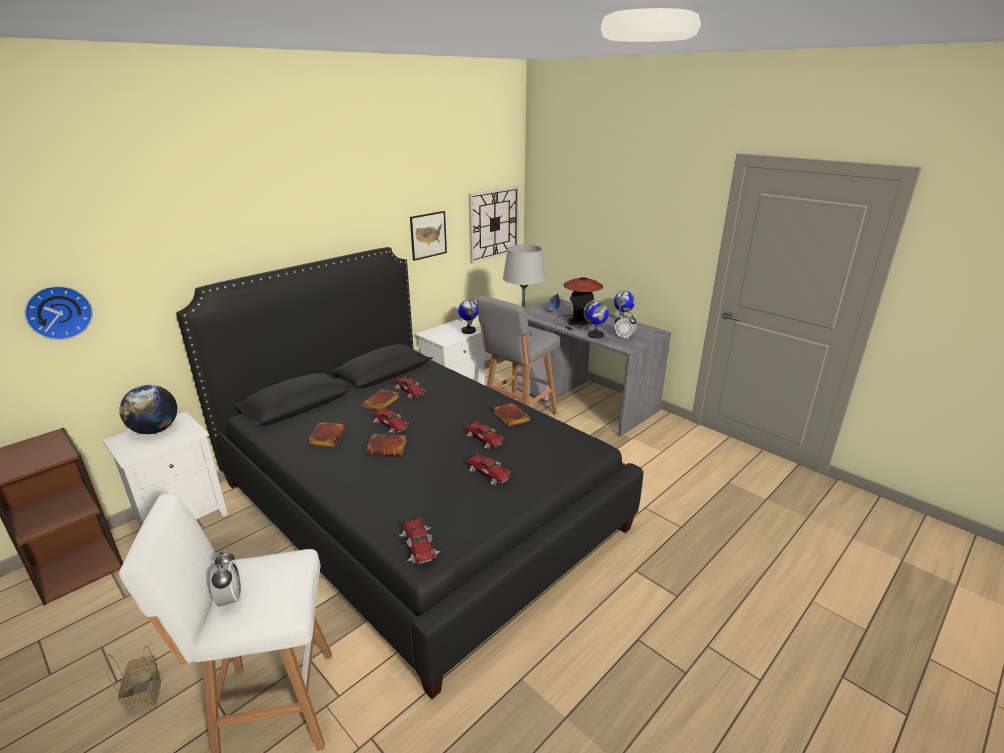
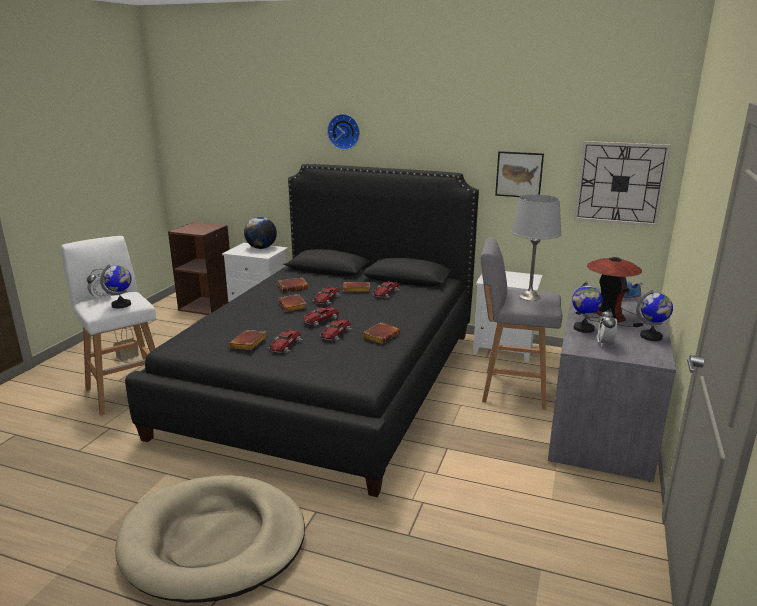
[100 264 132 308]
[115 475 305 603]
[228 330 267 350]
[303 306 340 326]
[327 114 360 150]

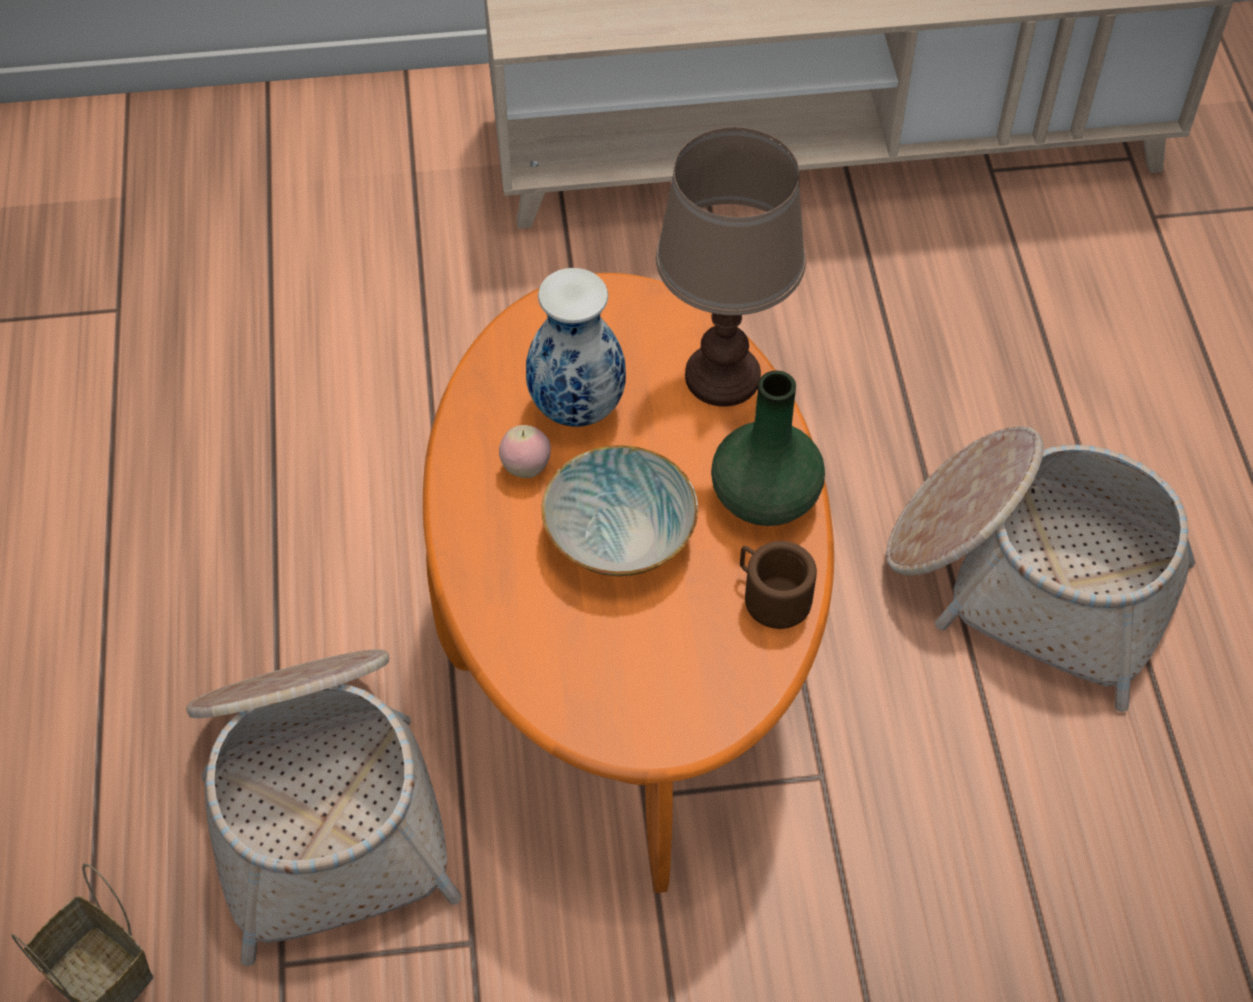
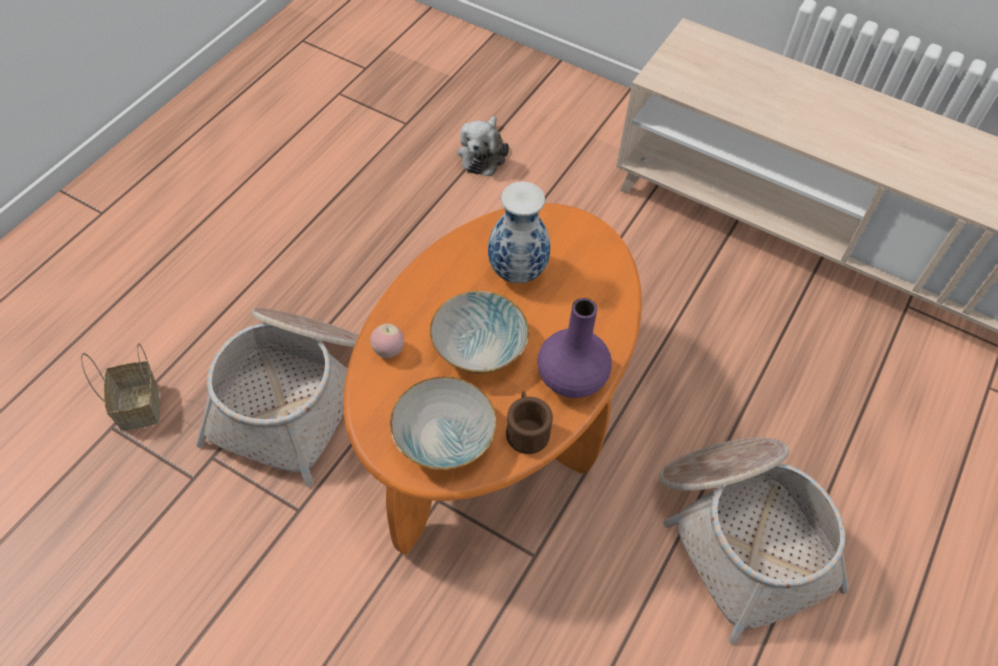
[370 323 404 358]
[390 376 497 470]
[458 116 509 176]
[537 298 612 398]
[656 127 806 407] (first image)

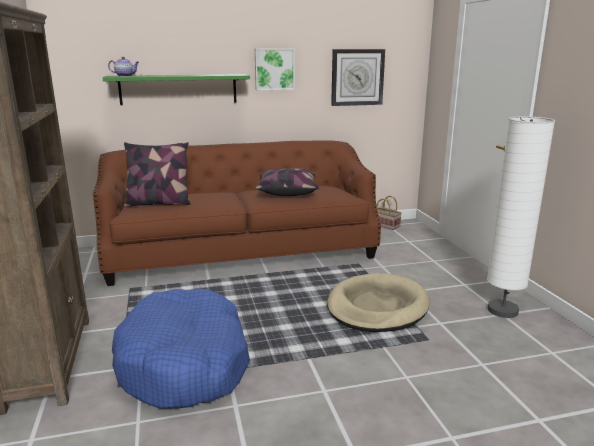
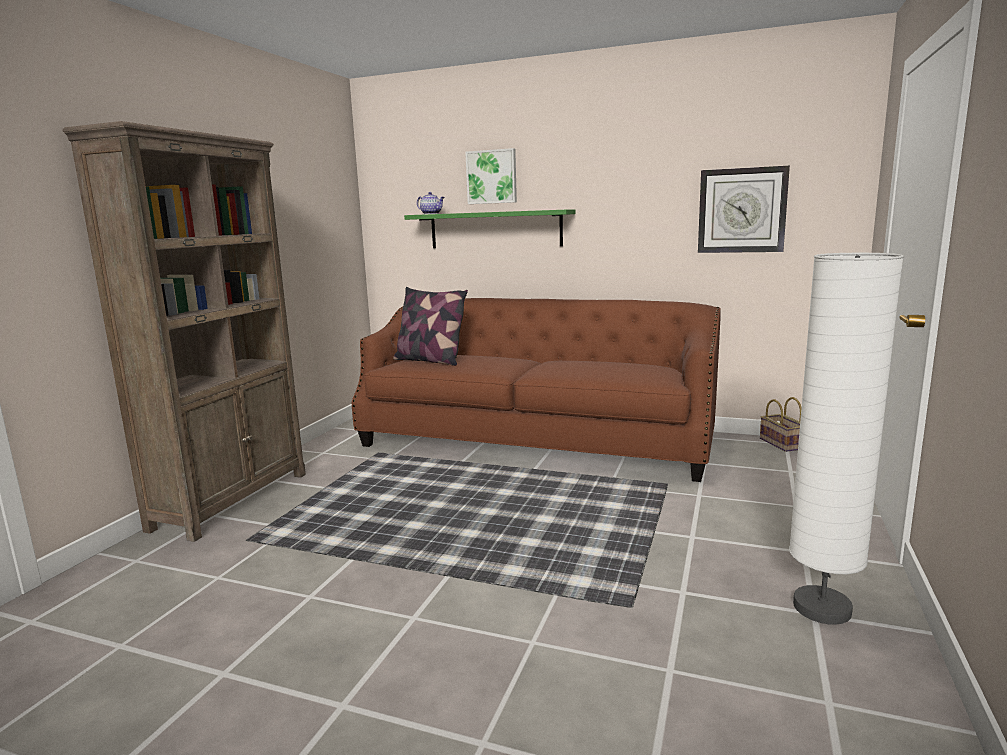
[465 148 517 204]
[112 288 250 409] (first image)
[255 168 319 196] (first image)
[327 273 430 332] (first image)

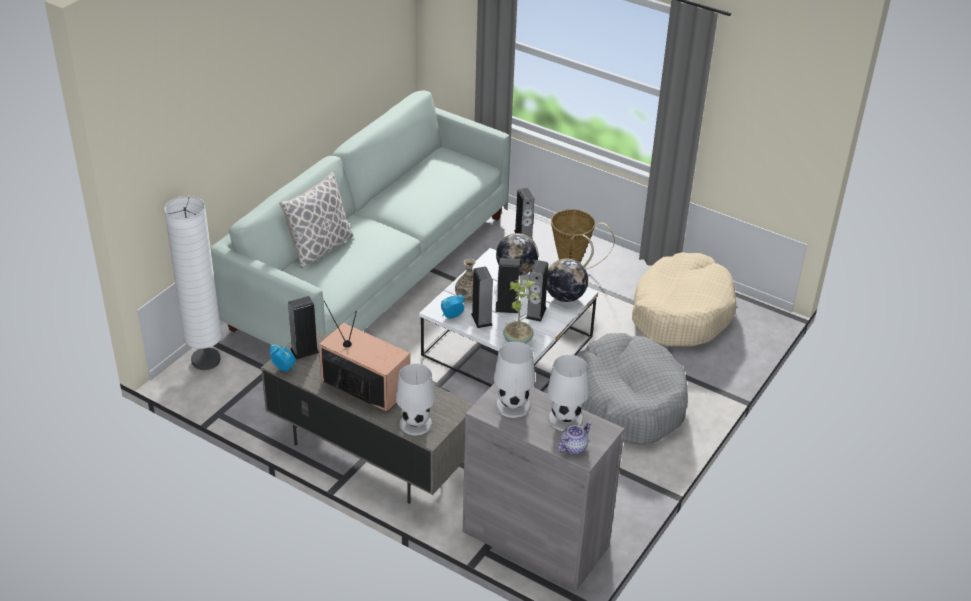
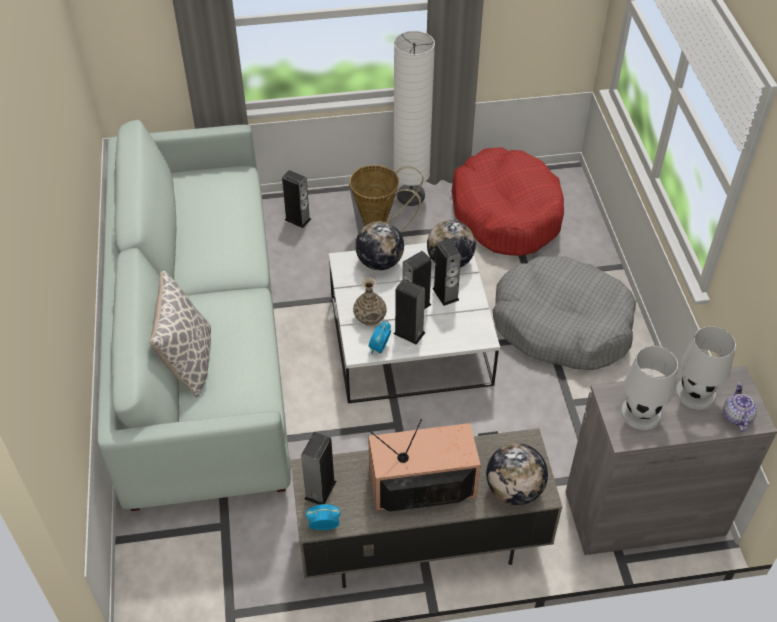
[394 31 435 206]
[452 147 564 256]
[486 443 548 505]
[503 280 540 344] (first image)

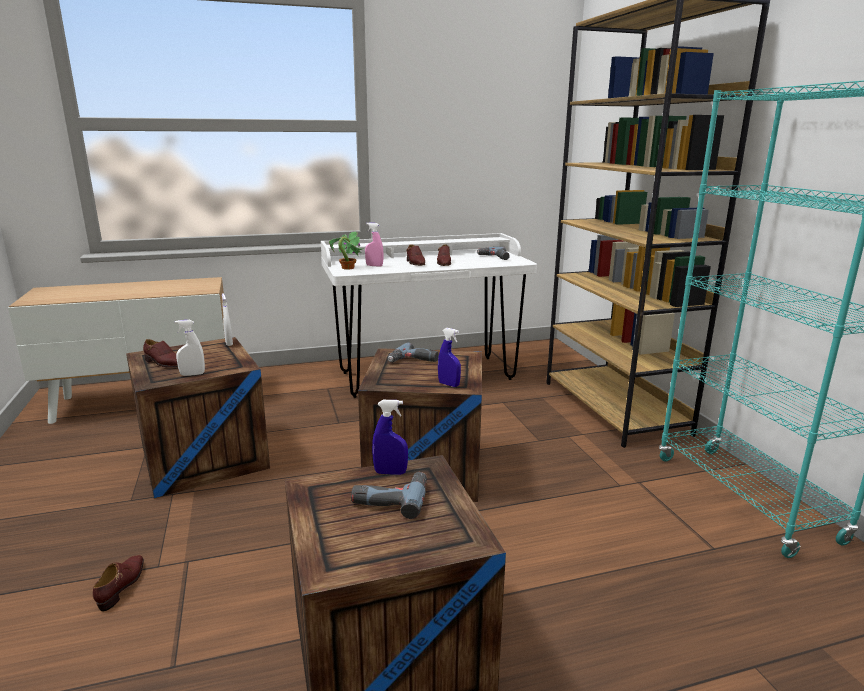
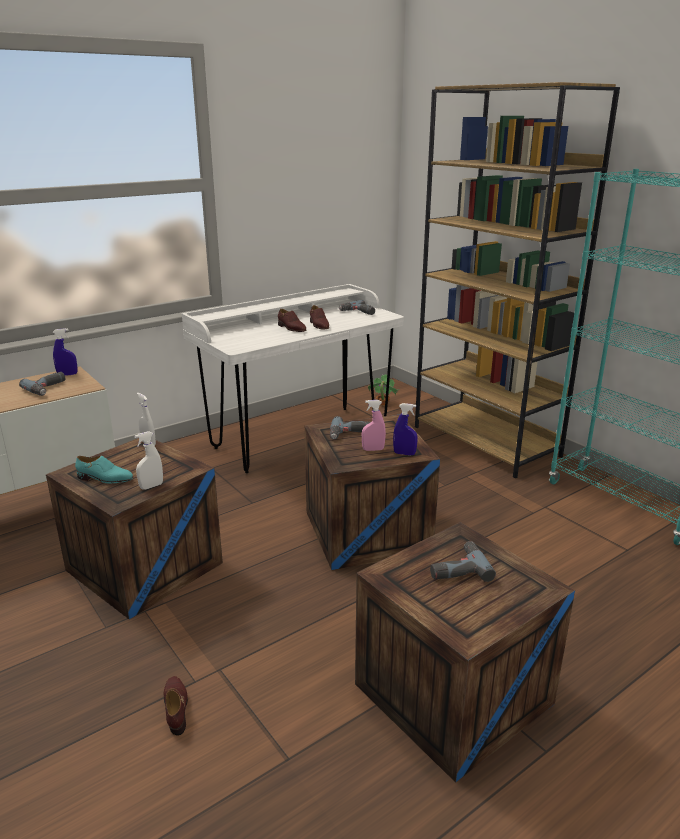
[19 372 65 396]
[53 328 77 376]
[75 455 133 484]
[362 400 386 451]
[368 374 399 406]

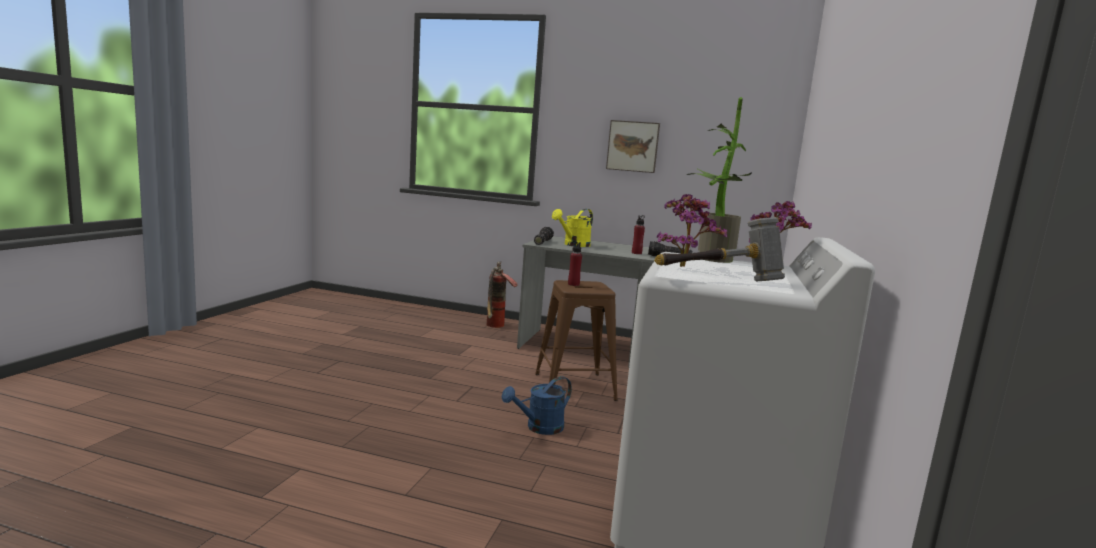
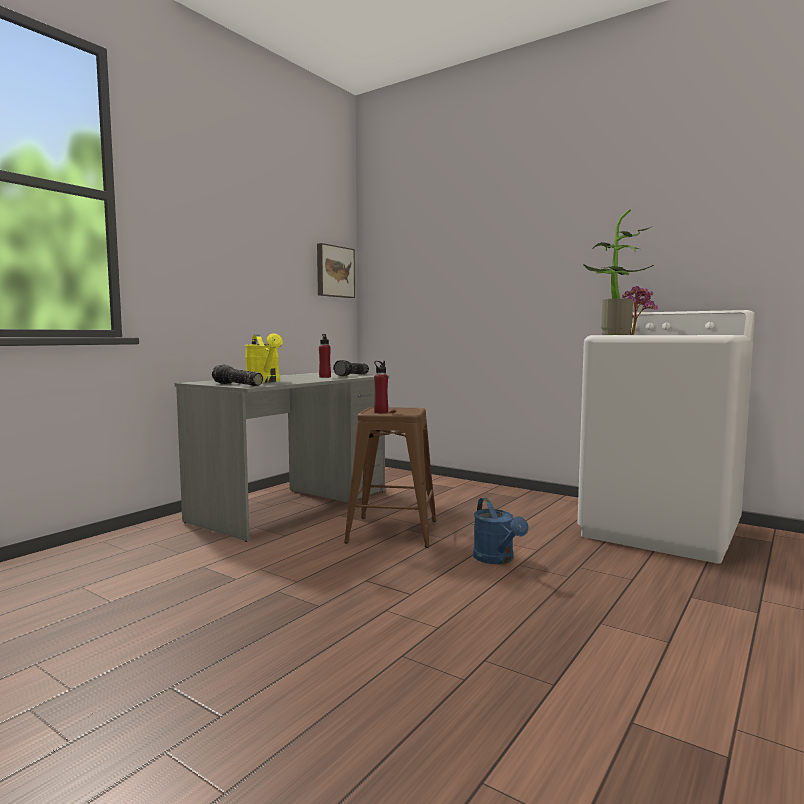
[317 243 355 298]
[487 261 518 328] (first image)
[654 217 785 281] (first image)
[656 194 727 267] (first image)

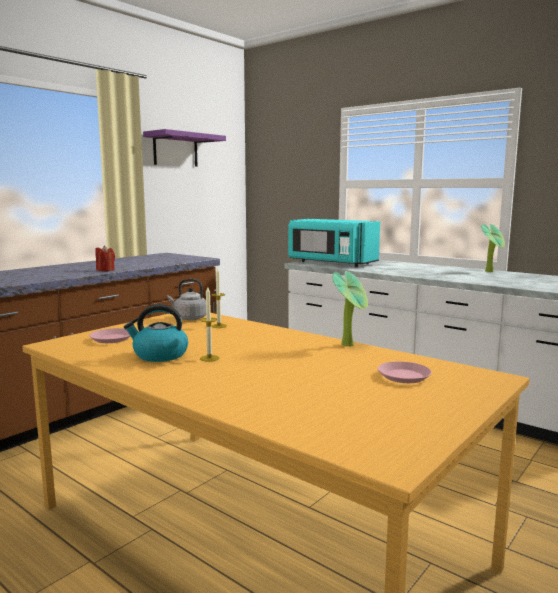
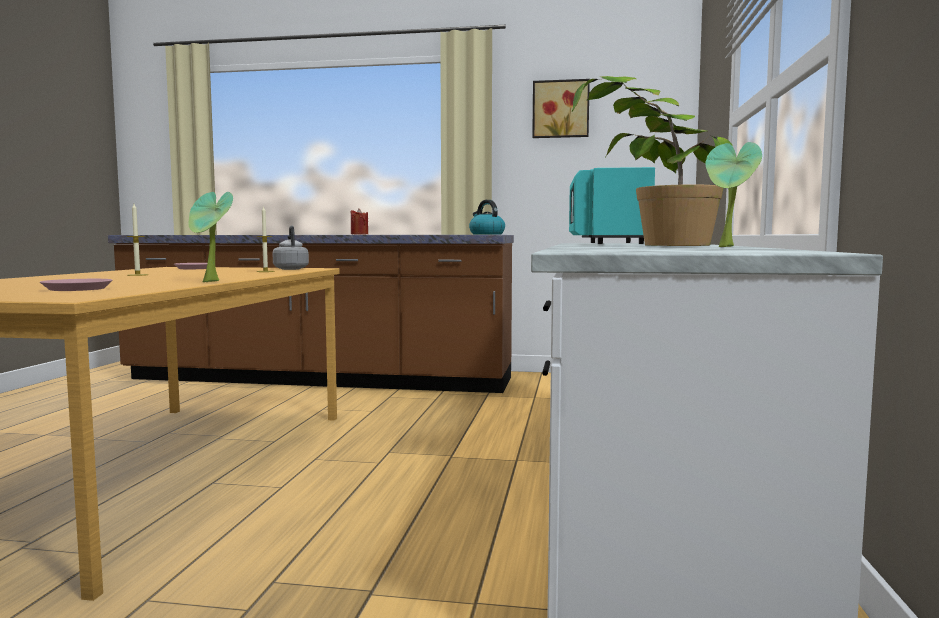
[469 200 505 235]
[532 79 590 138]
[572 76 733 246]

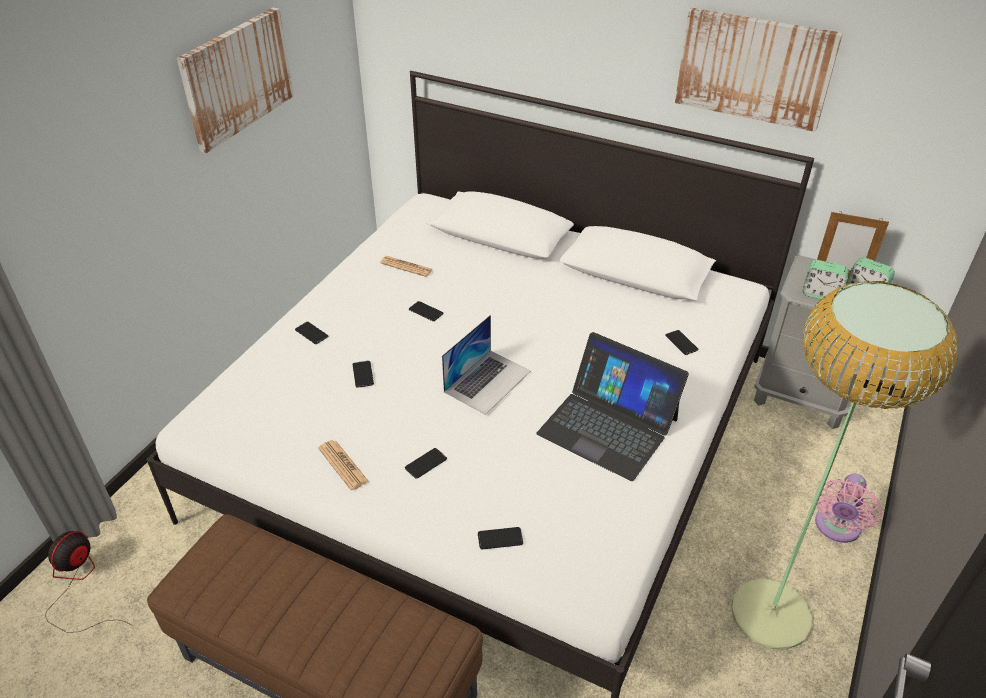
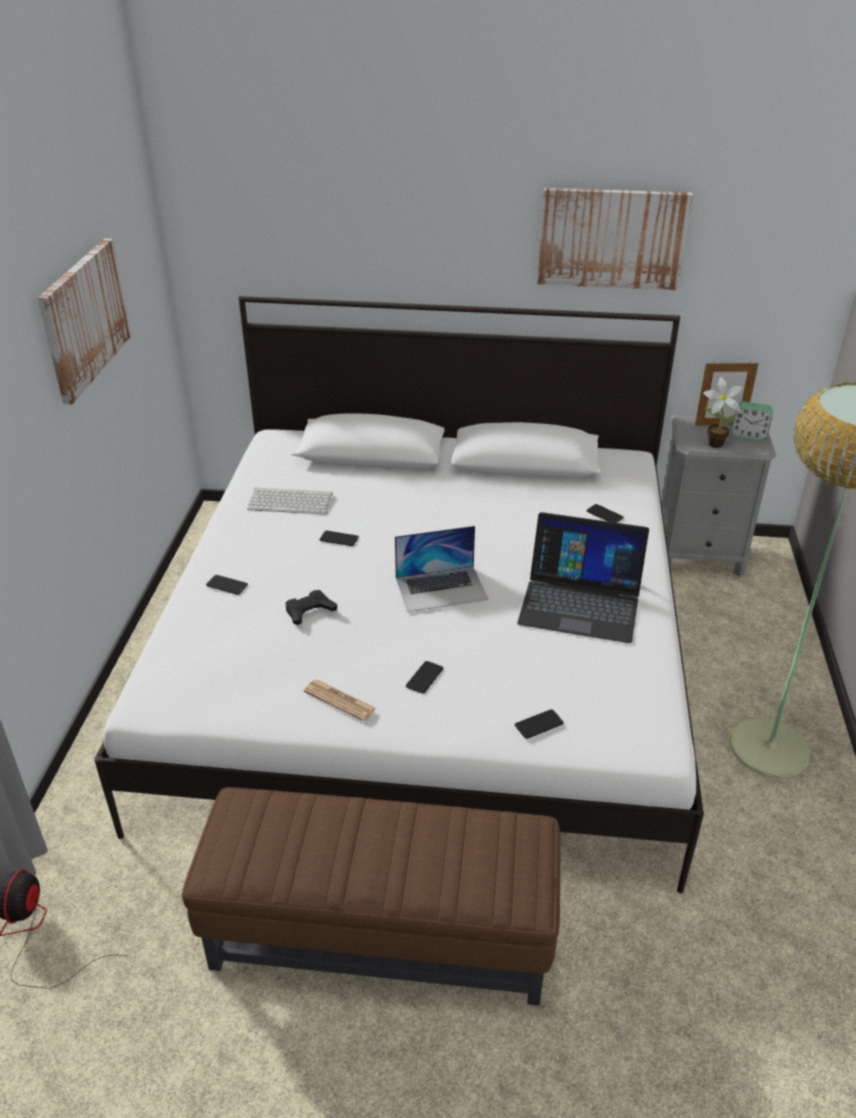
[247 487 333 514]
[286 590 337 625]
[395 526 488 612]
[703 377 743 448]
[815 473 882 543] (first image)

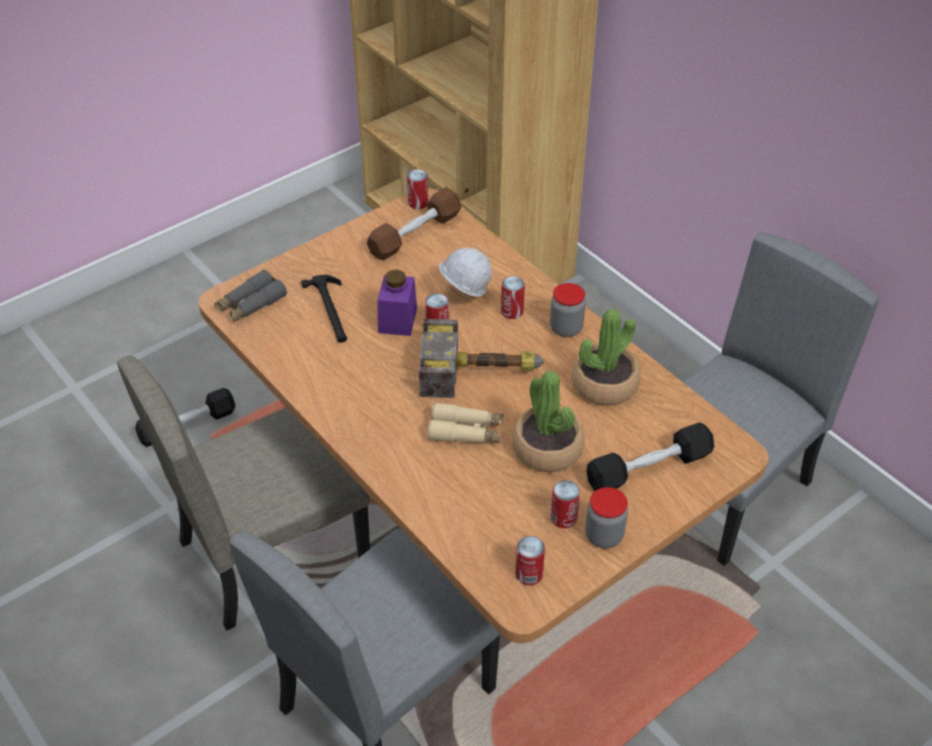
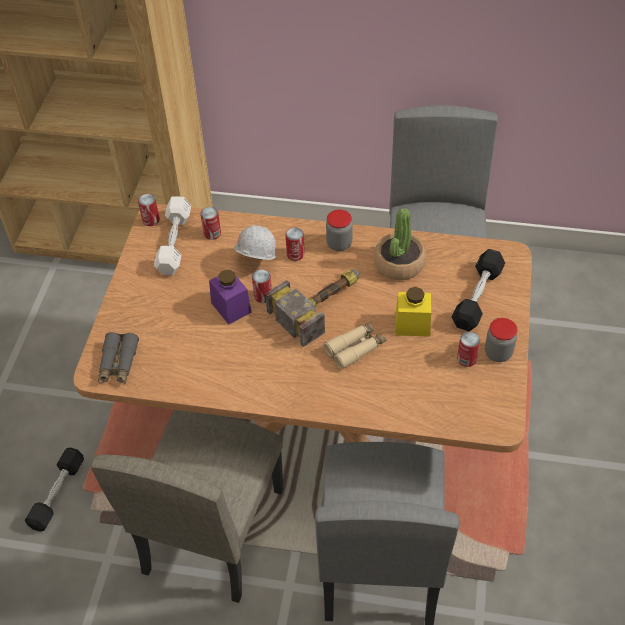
[154 196 191 275]
[200 207 221 240]
[395 287 431 337]
[301 275 347 343] (first image)

